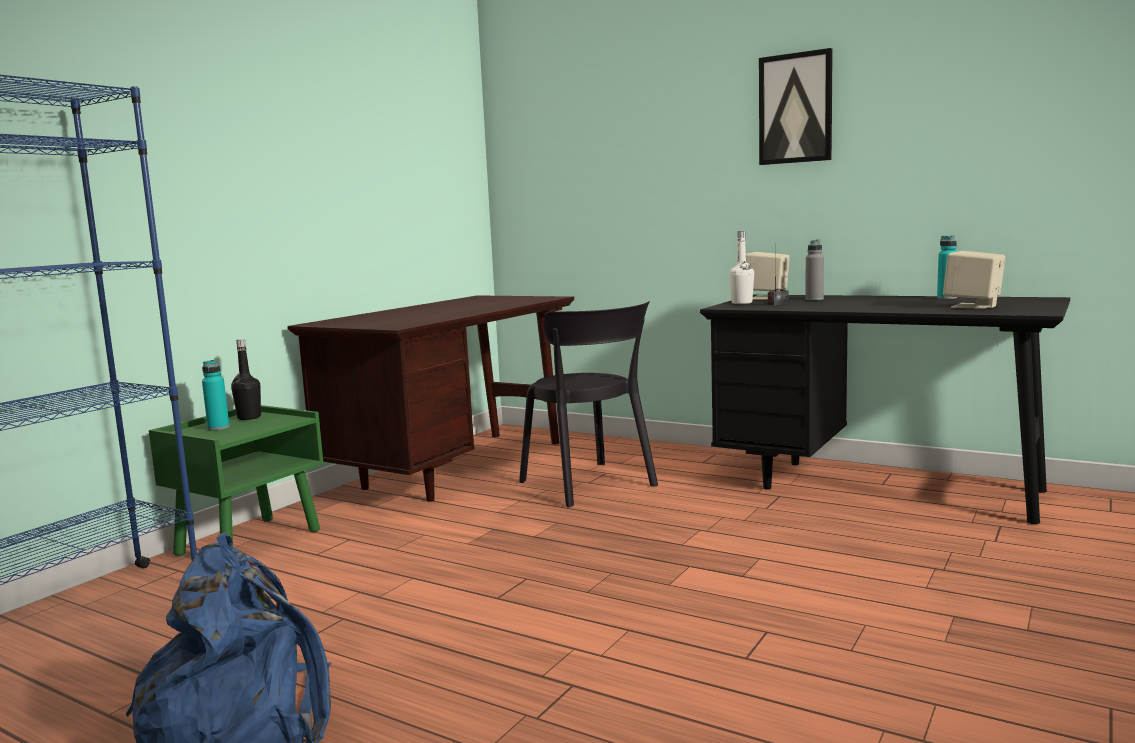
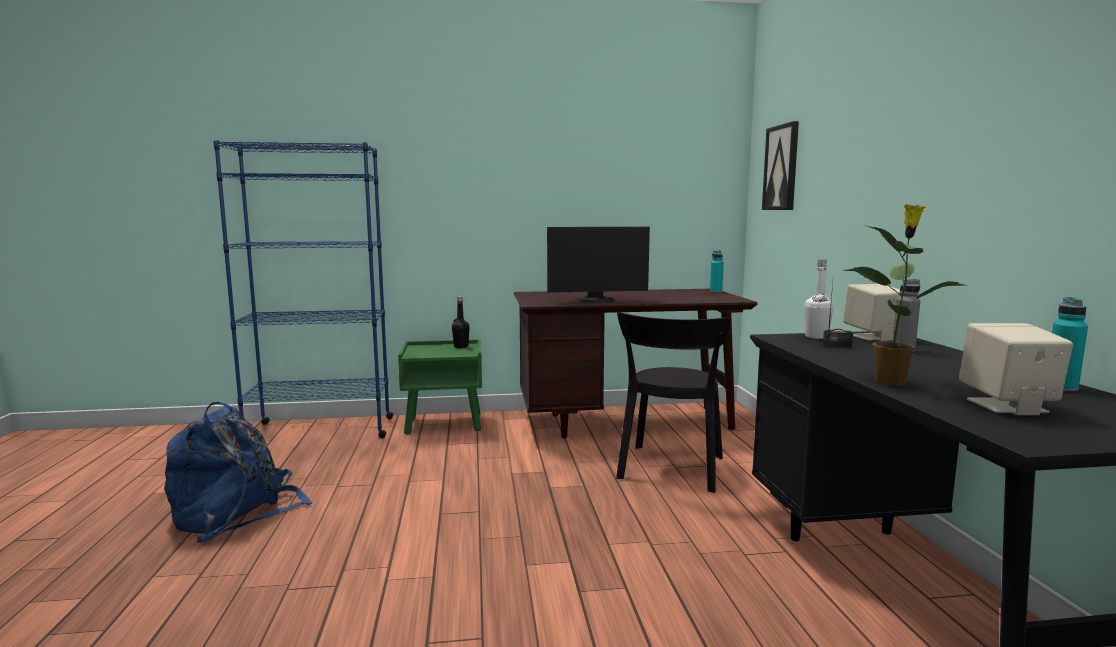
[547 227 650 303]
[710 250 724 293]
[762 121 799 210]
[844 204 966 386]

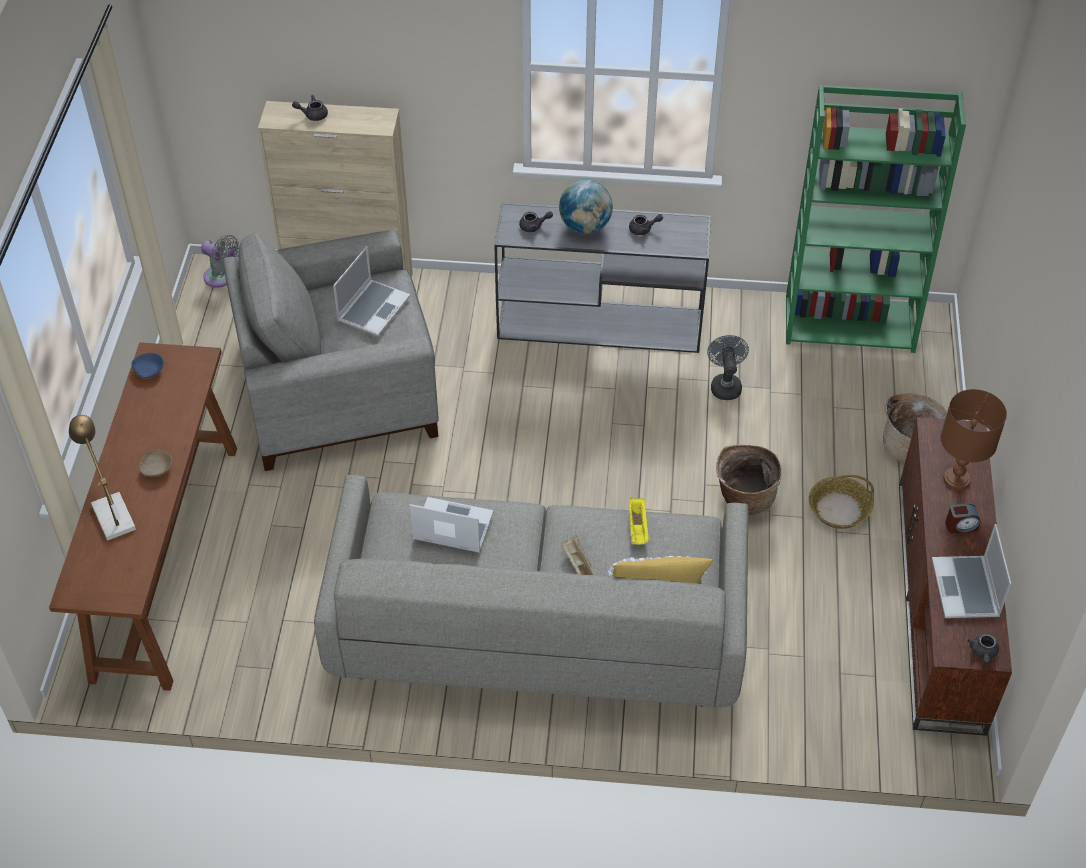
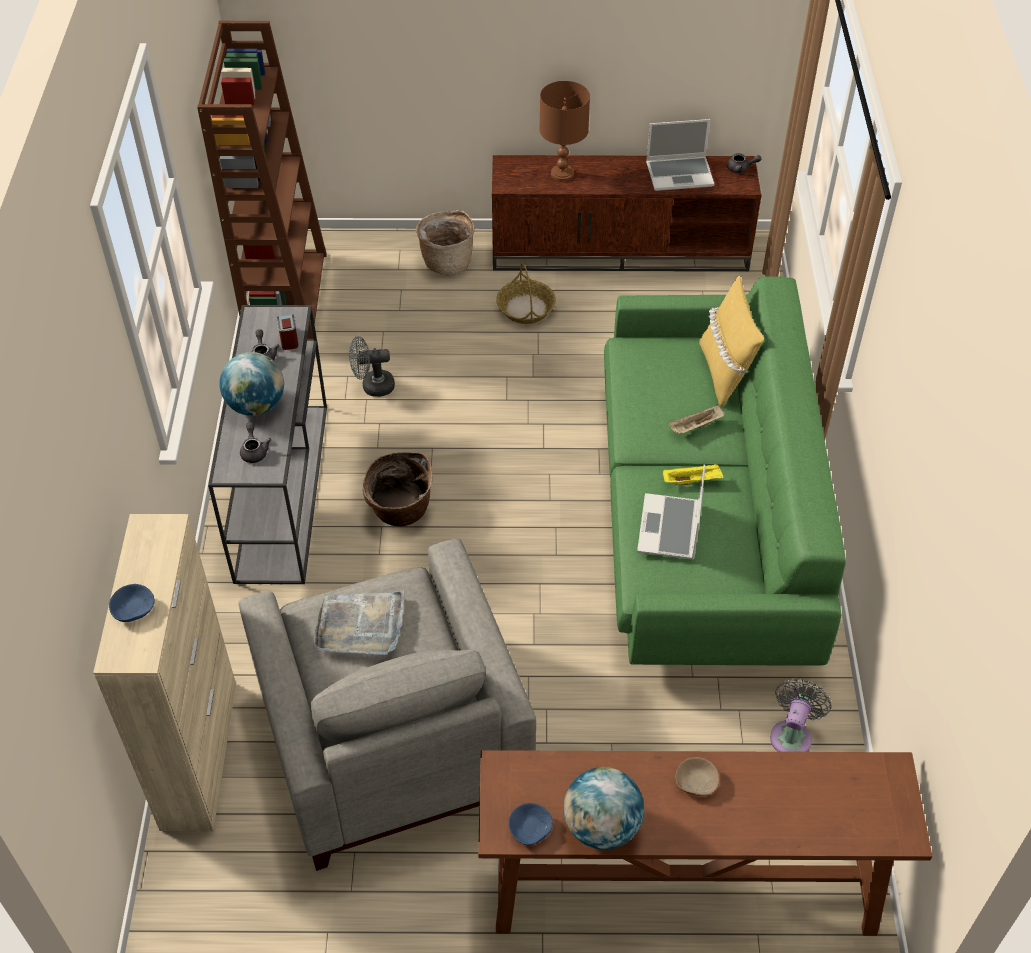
[109 584 155 622]
[197 21 327 339]
[277 315 298 350]
[313 590 404 655]
[363 452 433 526]
[563 767 644 850]
[604 276 846 666]
[663 463 724 485]
[770 678 832 752]
[69 415 136 541] (first image)

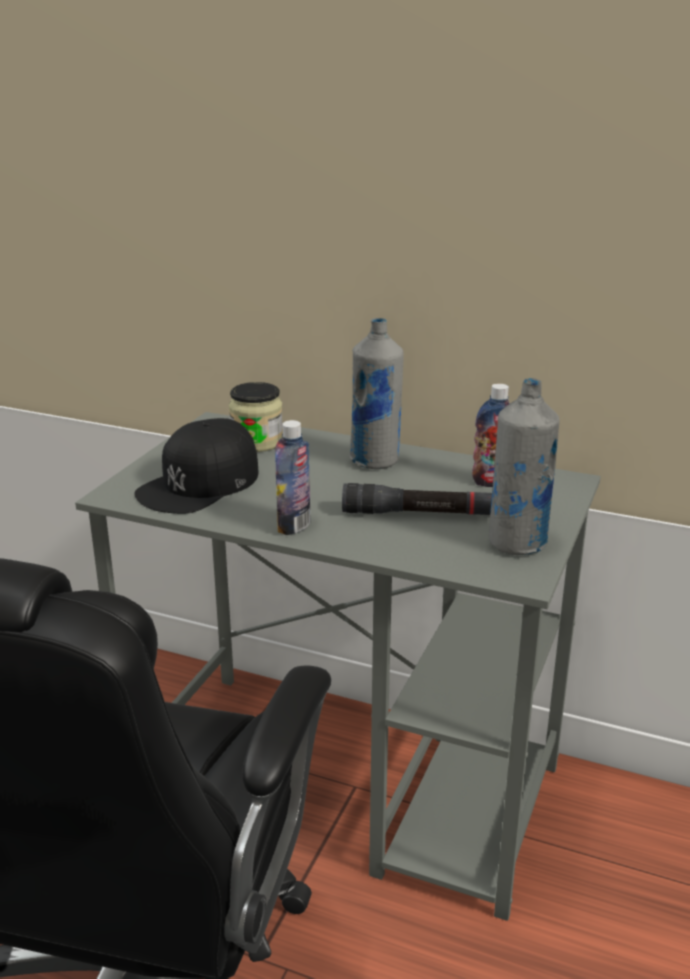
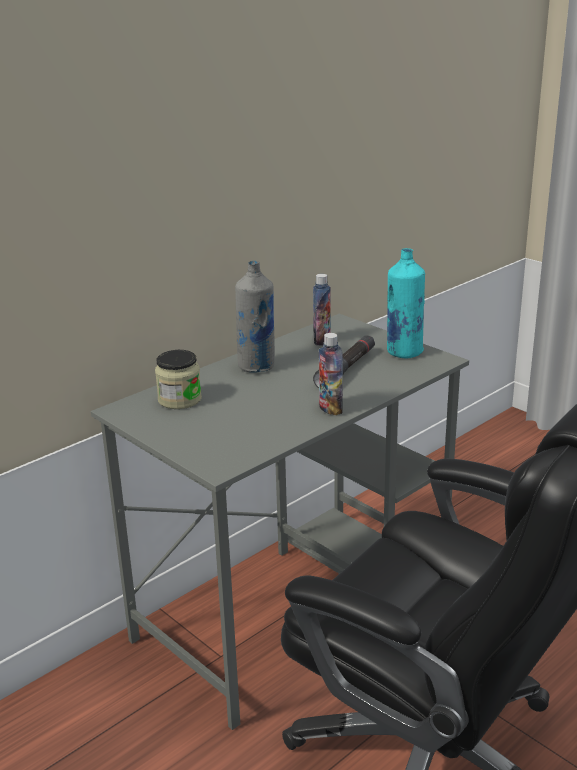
[387 248 425 358]
[134 418 259 514] (first image)

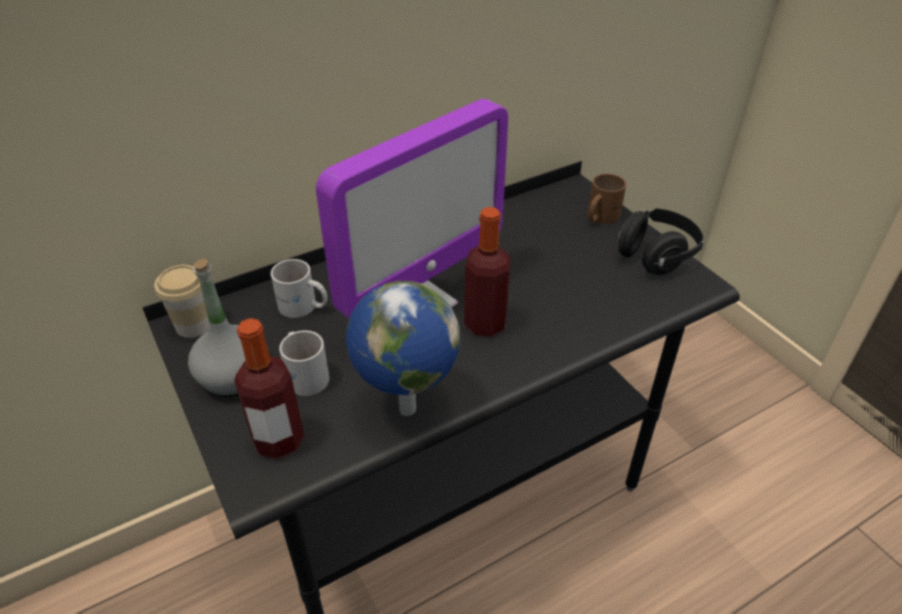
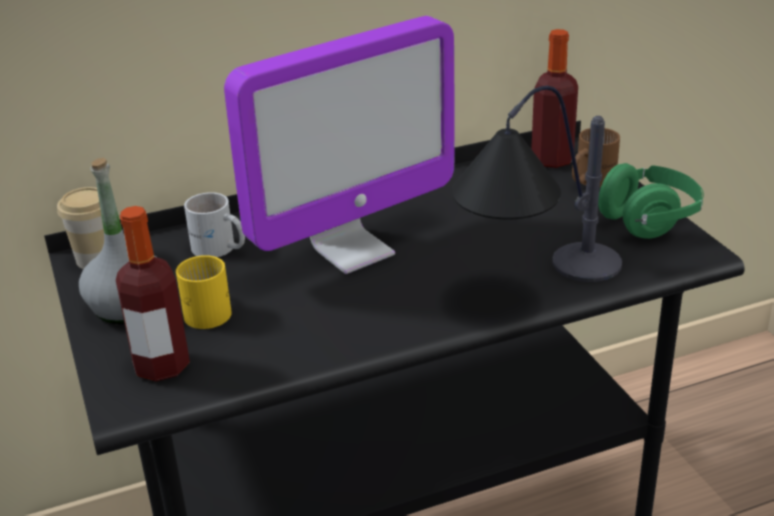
[176 255 232 329]
[452 86 622 282]
[531 29 578 168]
[598 163 704 239]
[346 281 460 416] (first image)

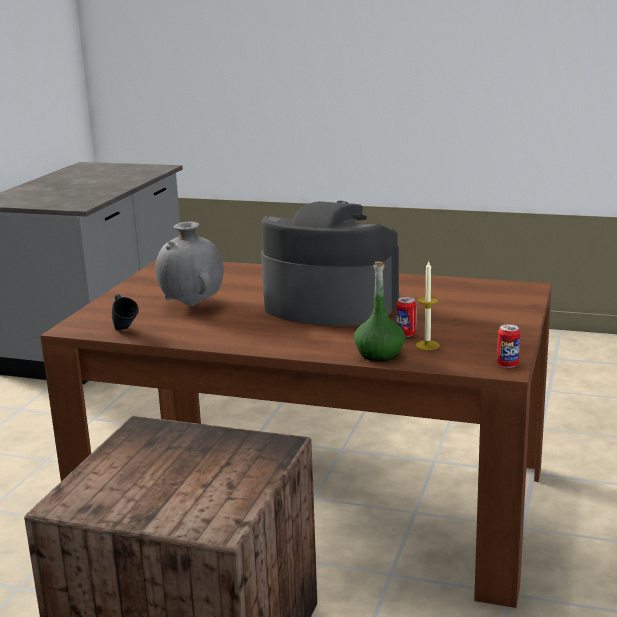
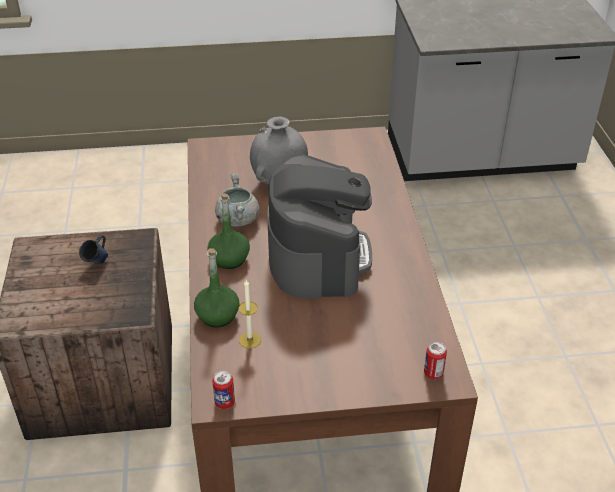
[79 235 108 263]
[208 193 250 269]
[215 174 259 227]
[424 342 447 379]

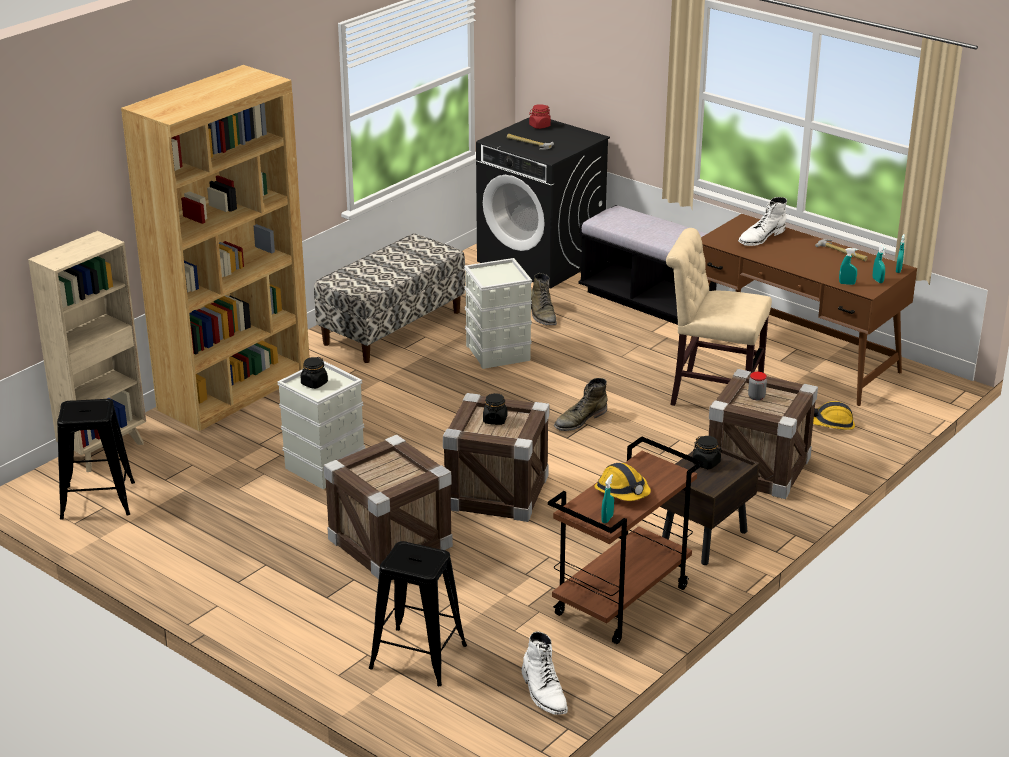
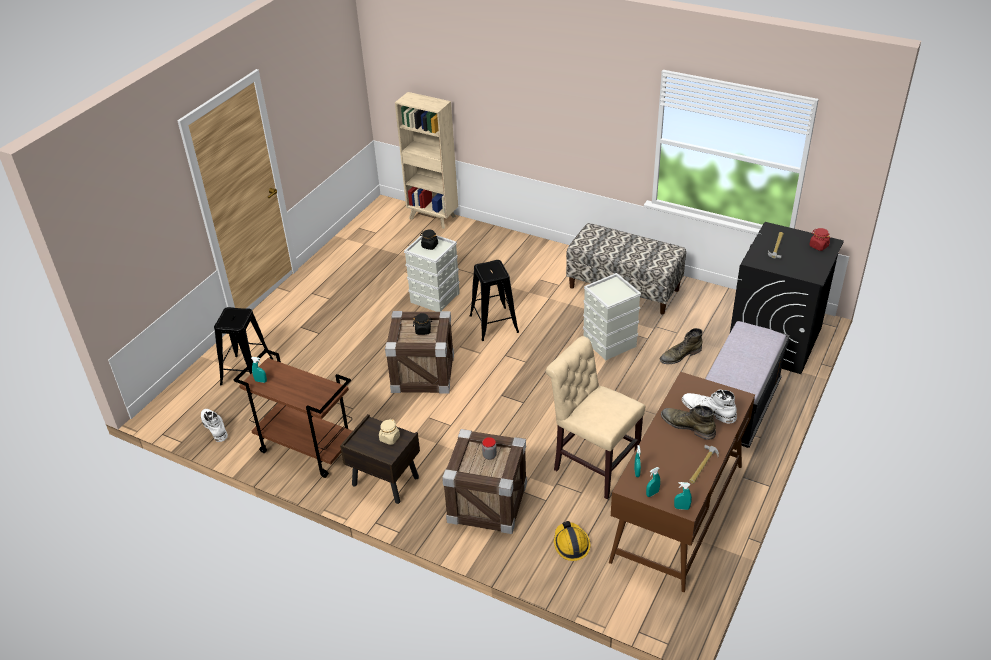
[201 409 228 442]
[379 419 400 445]
[470 260 519 341]
[546 336 645 499]
[661 405 716 440]
[121 65 310 431] (first image)
[324 435 453 579] (first image)
[594 463 651 501] (first image)

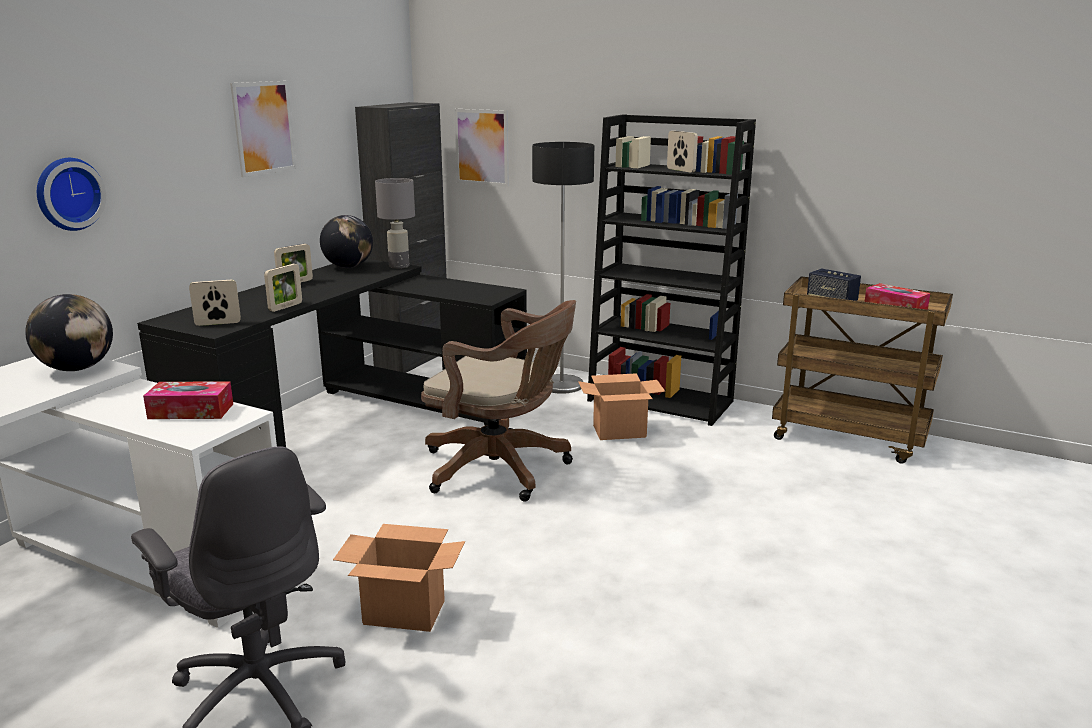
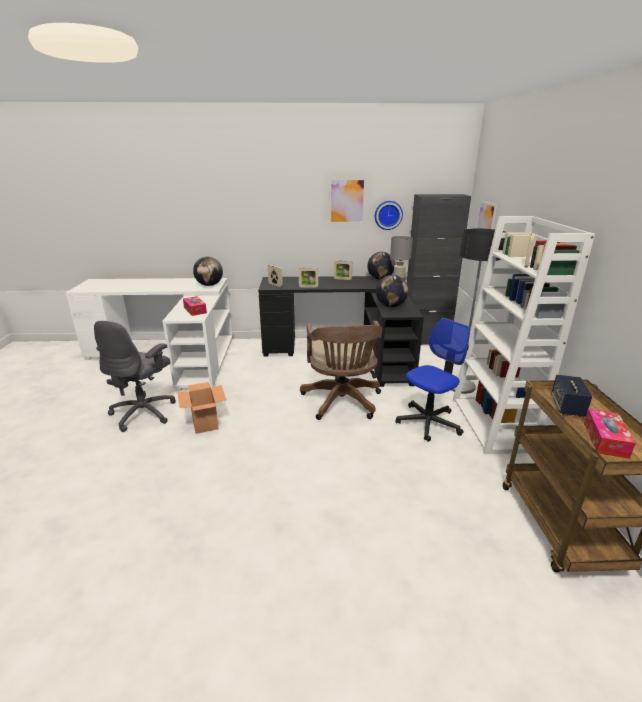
[375 201 403 230]
[376 275 408 307]
[395 318 470 442]
[453 216 595 454]

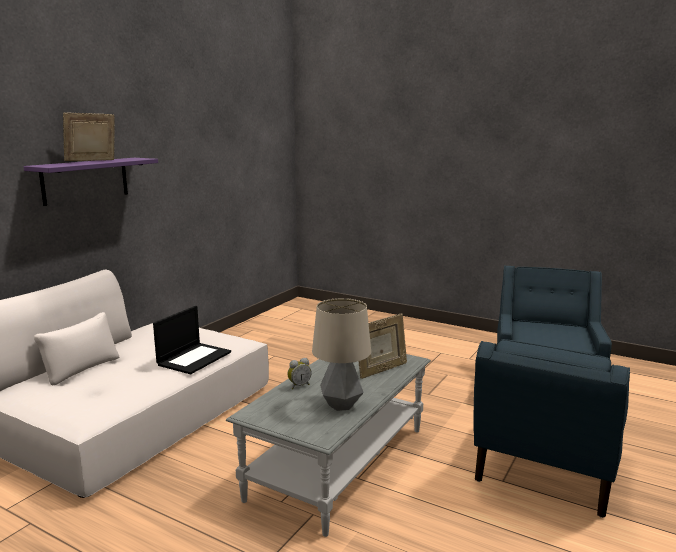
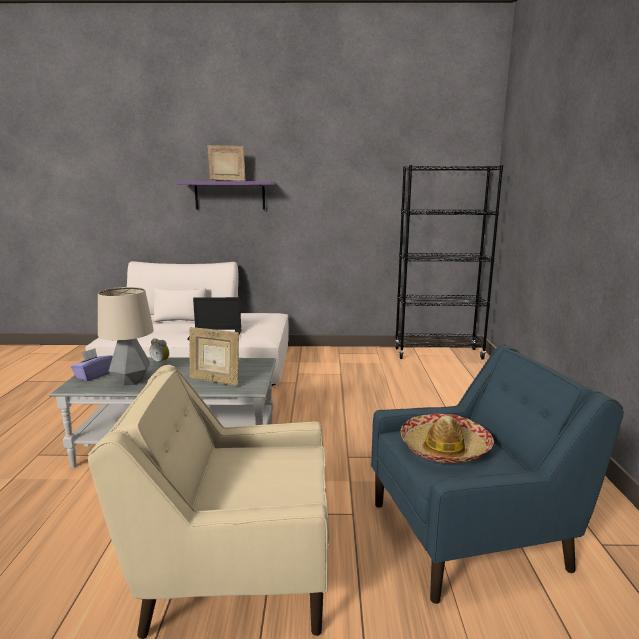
[71 348 113 382]
[88 365 329 639]
[395 165 503 360]
[401 414 494 463]

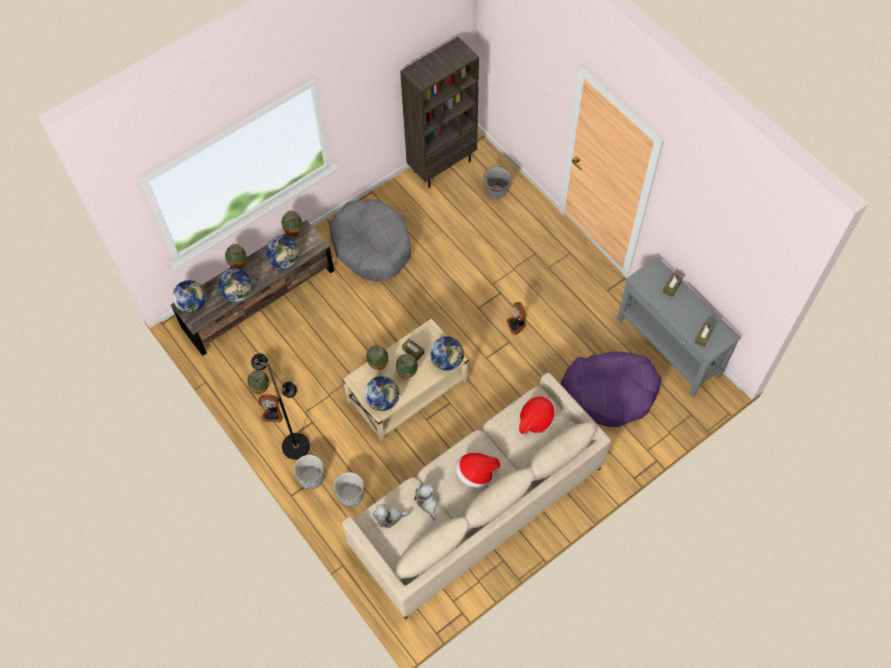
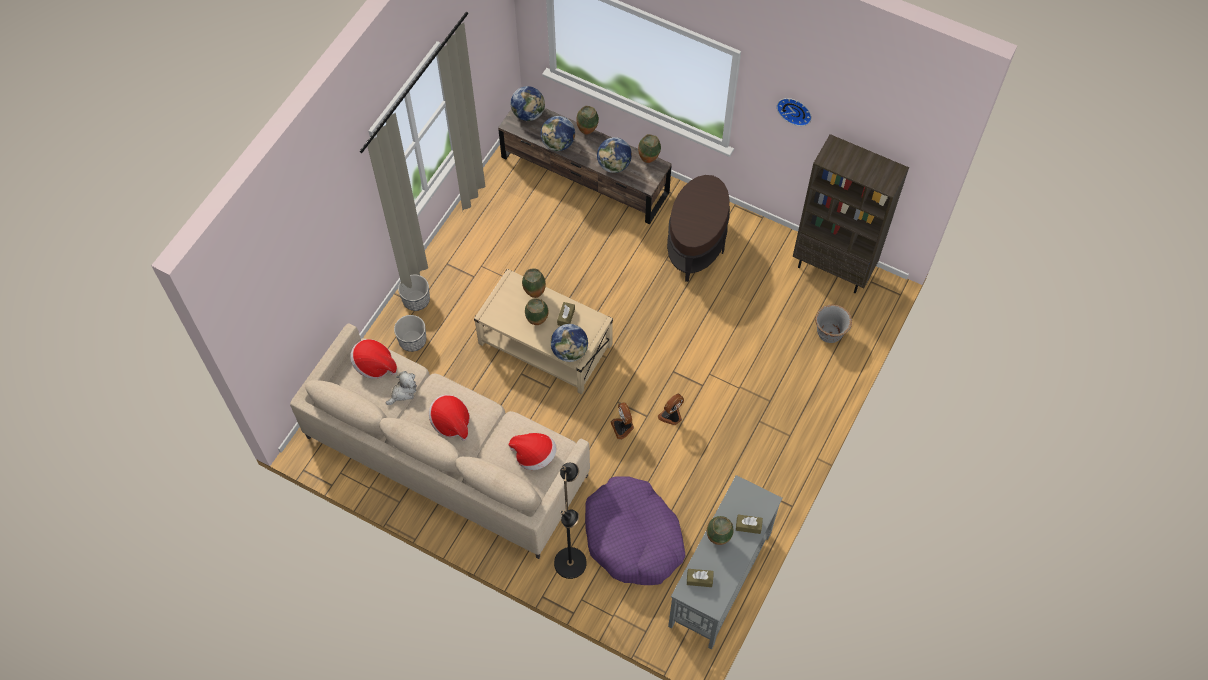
[350 339 397 379]
[554 463 587 579]
[611 402 634 440]
[667 175 730 282]
[707 516 734 545]
[777 98 812 126]
[364 376 399 411] (first image)

